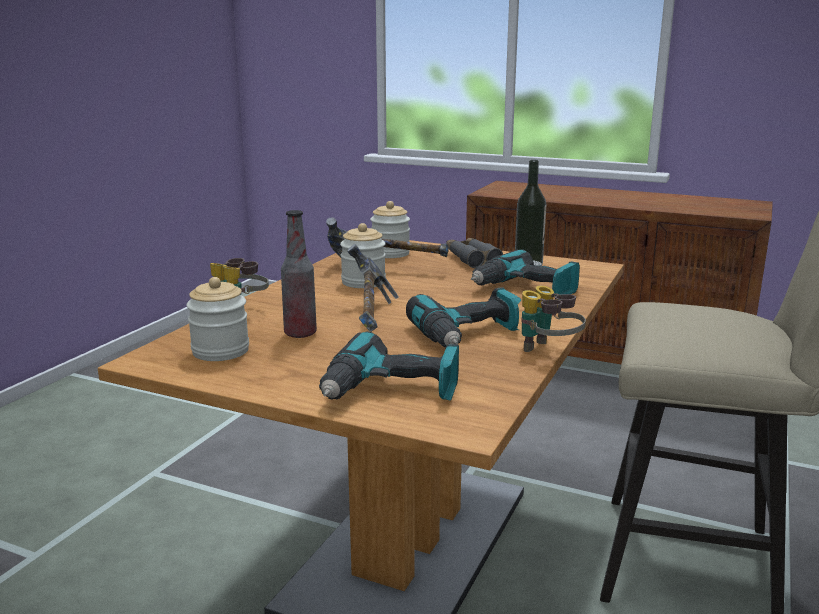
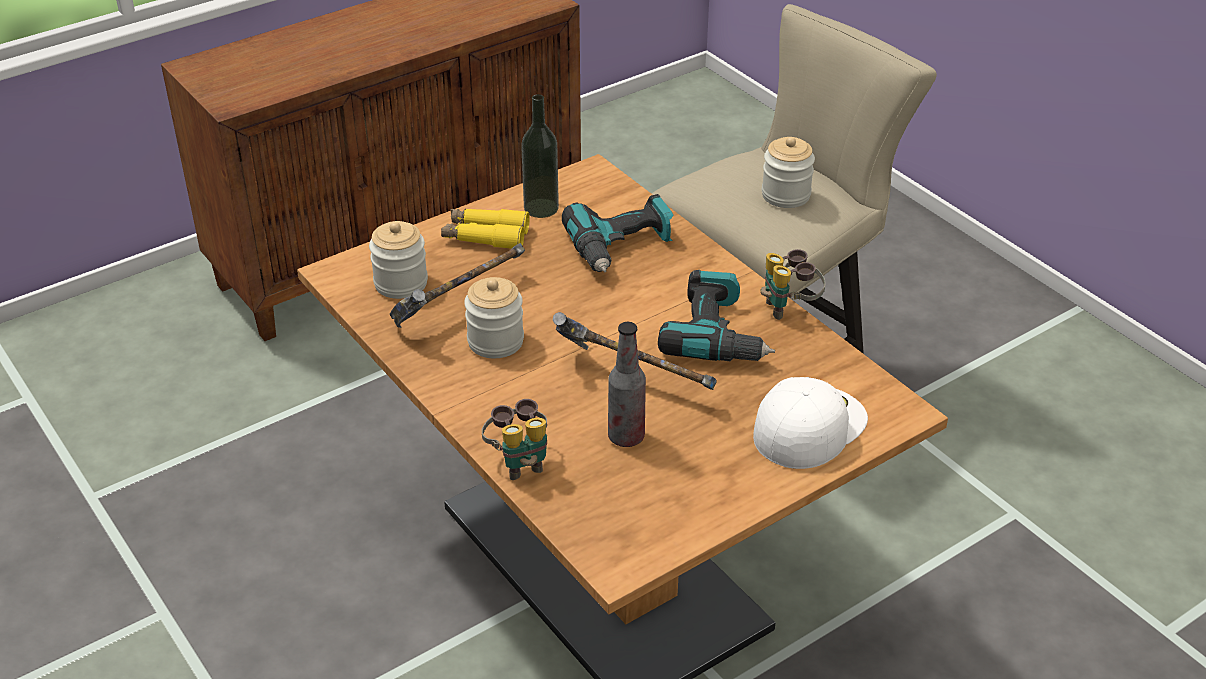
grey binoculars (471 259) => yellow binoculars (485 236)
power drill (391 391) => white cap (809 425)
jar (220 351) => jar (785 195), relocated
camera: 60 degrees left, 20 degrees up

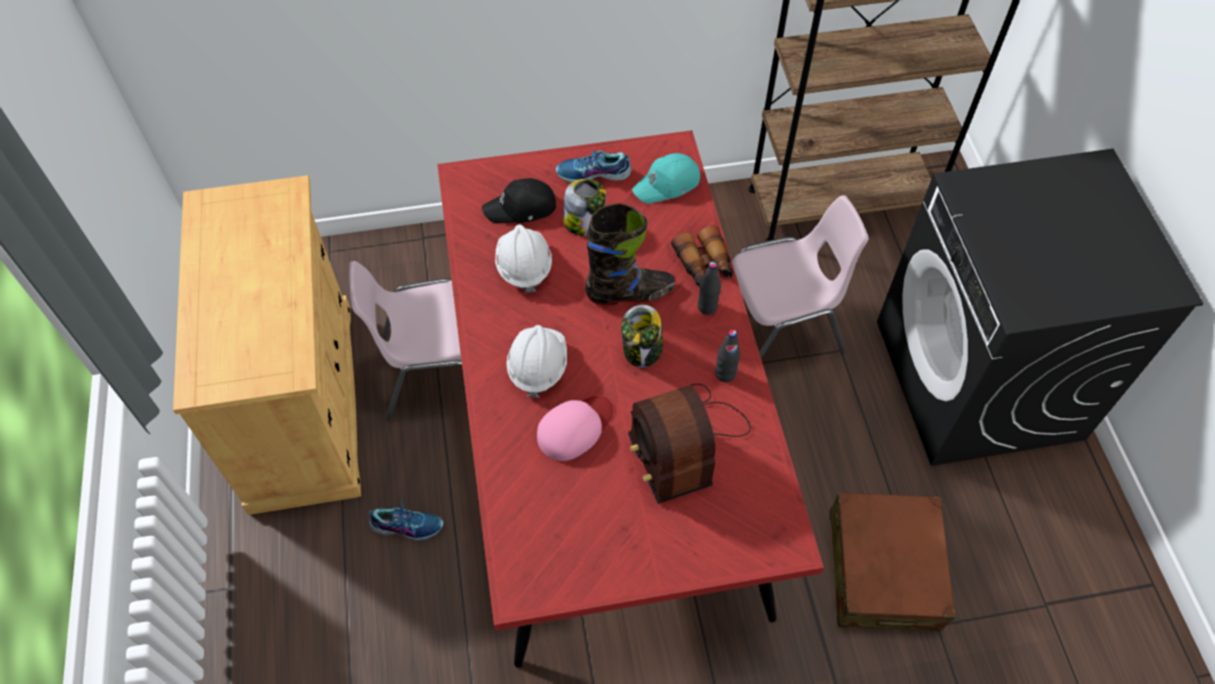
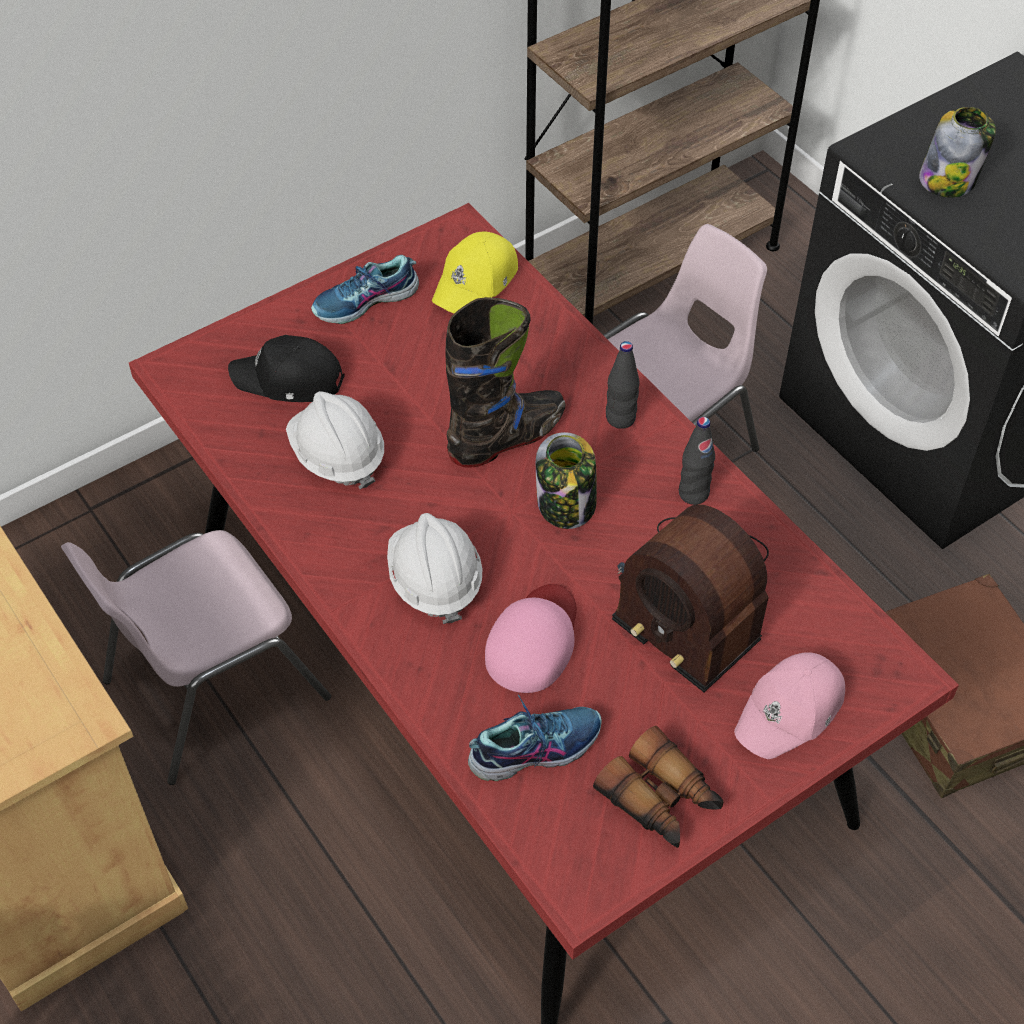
black cap (521 208) => black cap (289 380), 45 degrees clockwise
turquoise cap (667 184) => yellow cap (476 282)
shoe (407 525) => shoe (535 747), relocated
binoculars (704 265) => binoculars (661 800), relocated
nothing => pink cap (790 711)
jar (584 222) => jar (948 180), relocated
camera: 25 degrees left, 5 degrees down

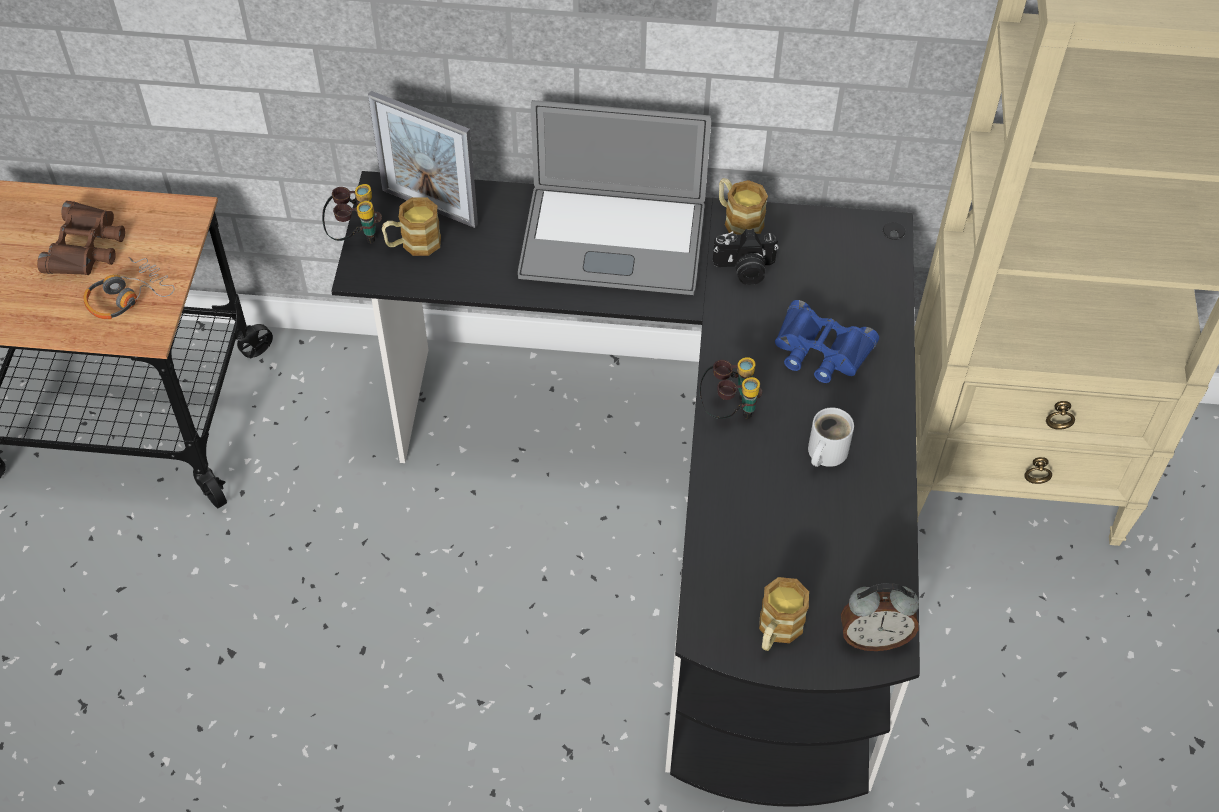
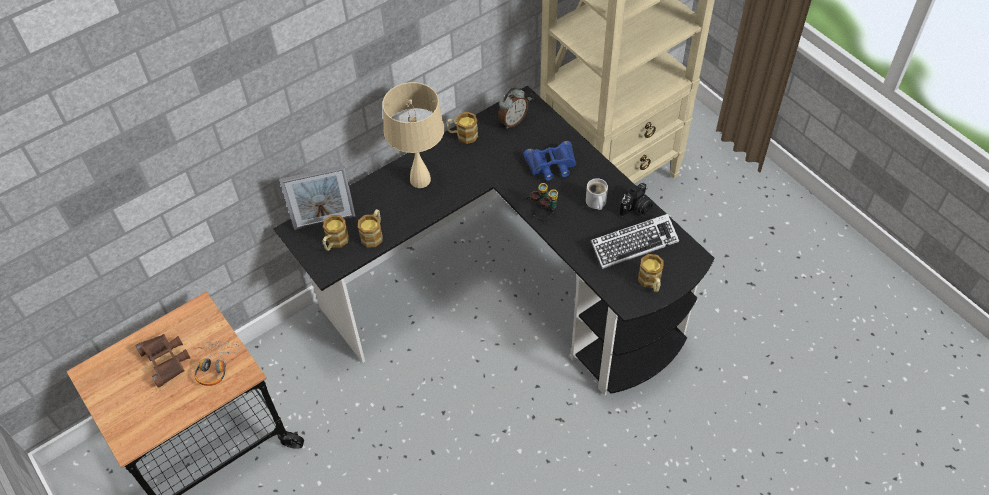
nothing => mug (373 234)
laptop (612 240) => beige table lamp (420 179)
alarm clock (873 637) => alarm clock (512 121), relocated
nothing => keyboard (634 244)
photo camera (744 269) => photo camera (636 208), relocated
binoculars (355 235) => nothing
camera: 40 degrees left, 0 degrees up

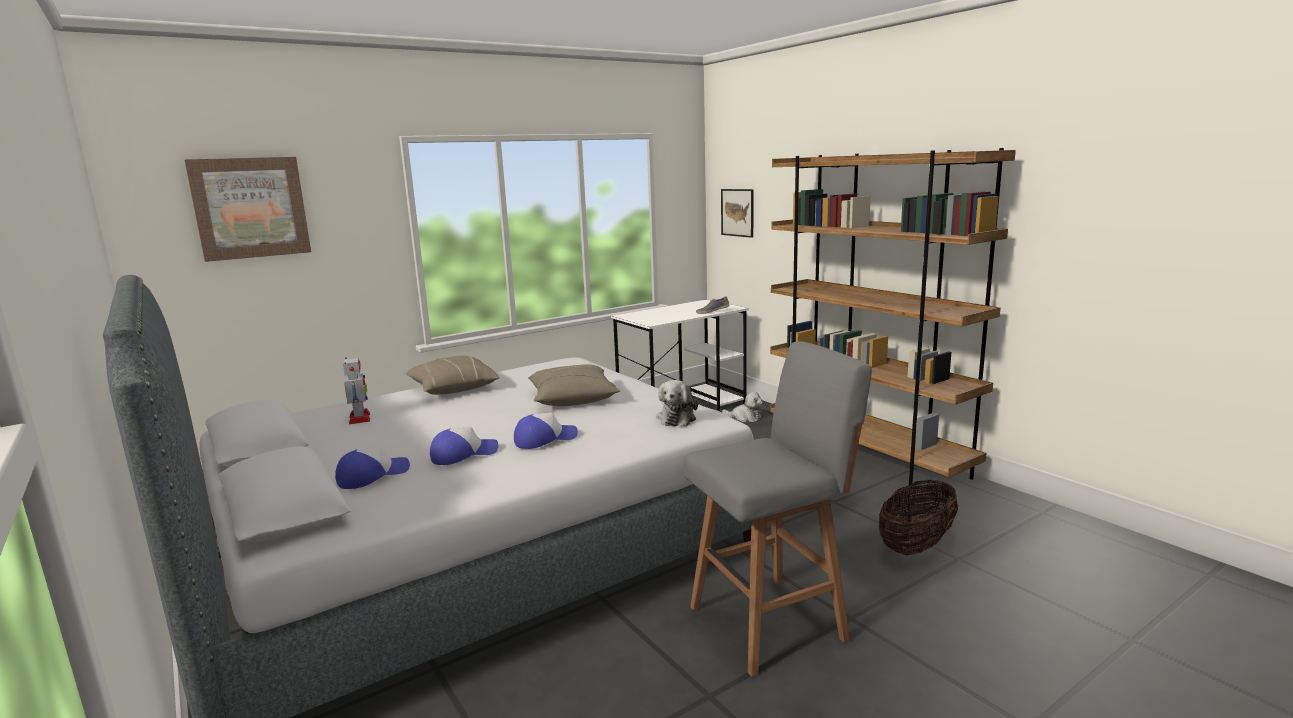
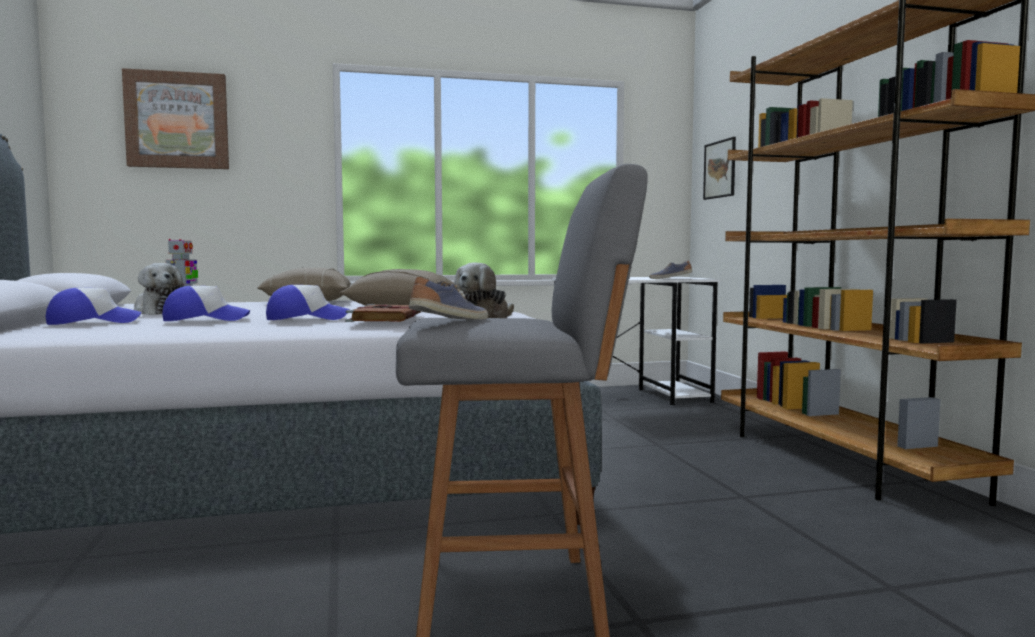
plush toy (745 418) => plush toy (157 312), relocated
nothing => brown book (386 317)
nothing => shoe (451 321)
basket (916 545) => nothing
camera: 20 degrees right, 10 degrees down

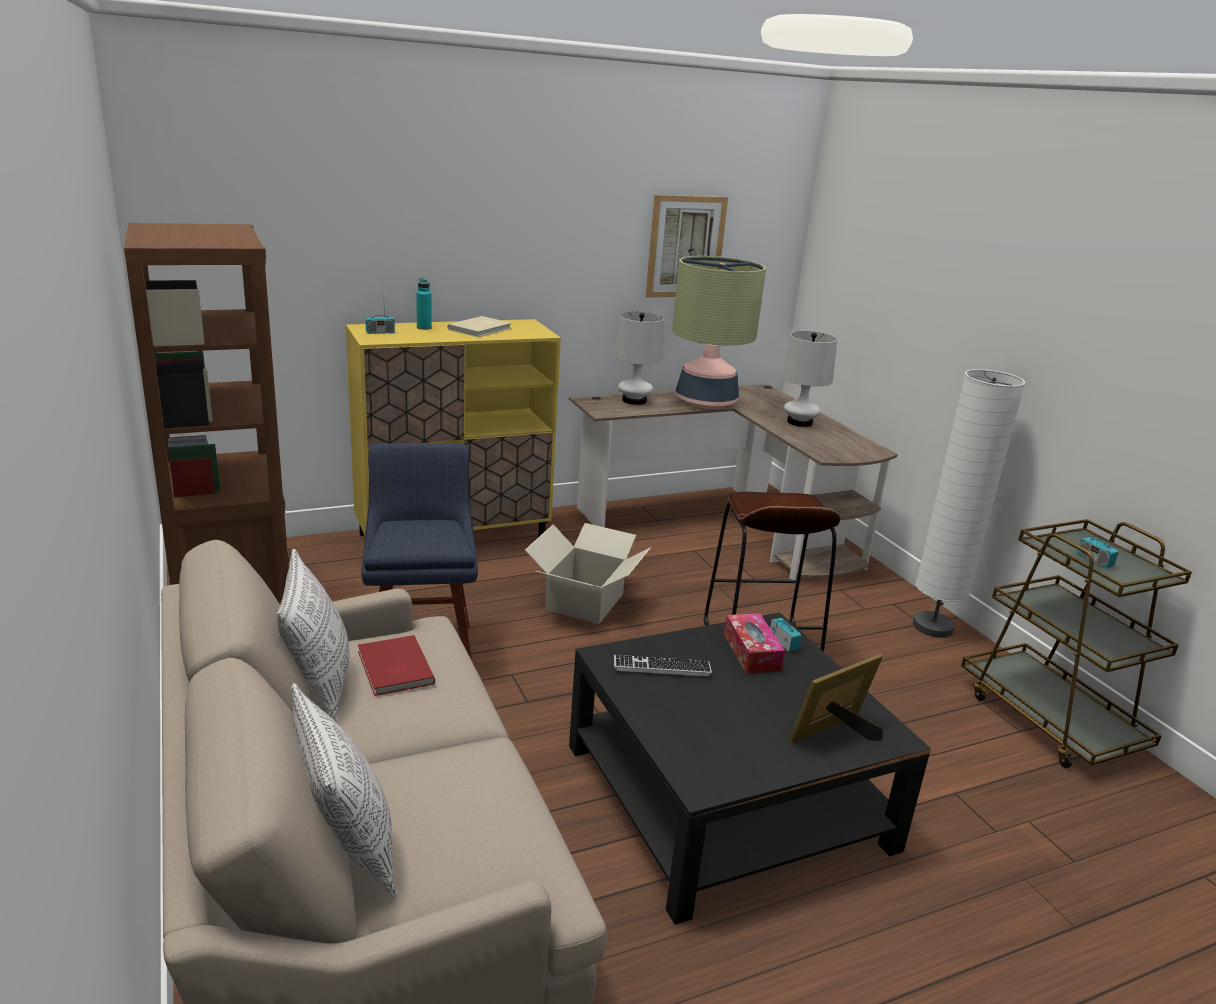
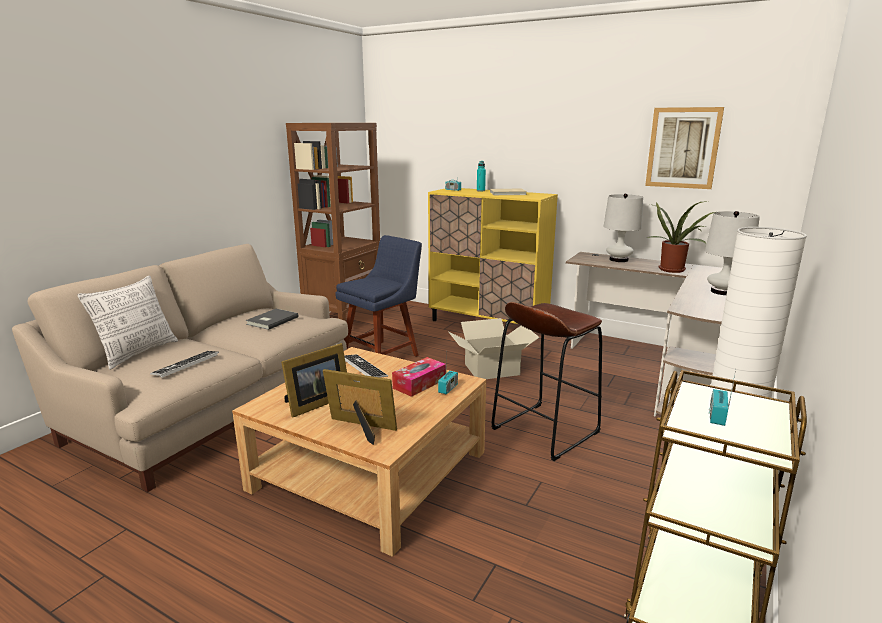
nothing => keyboard (186 364)
black coffee table (726 796) => beige coffee table (370 470)
red book (393 668) => grey book (271 320)
nothing => picture frame (315 403)
table lamp (706 402) => potted plant (673 269)
pillow (319 684) => nothing
camera: 55 degrees right, 5 degrees down

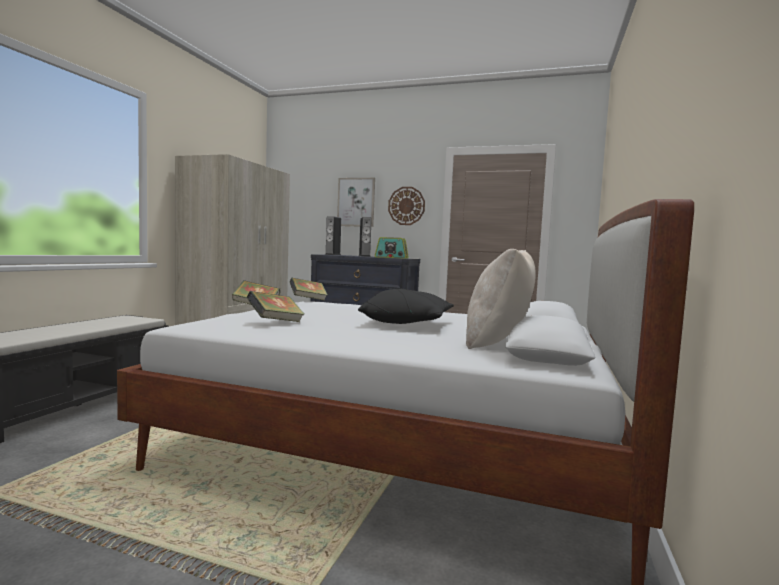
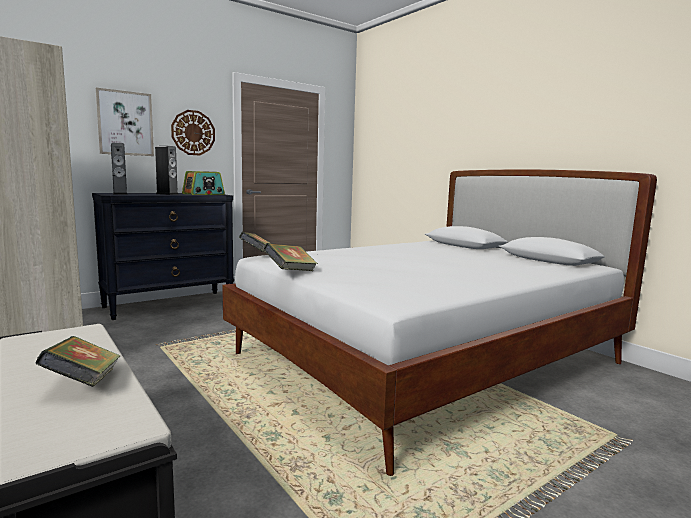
book (275 322) => book (84 384), relocated
black pillow (407 323) => nothing
beige pillow (498 343) => nothing
camera: 55 degrees left, 5 degrees up

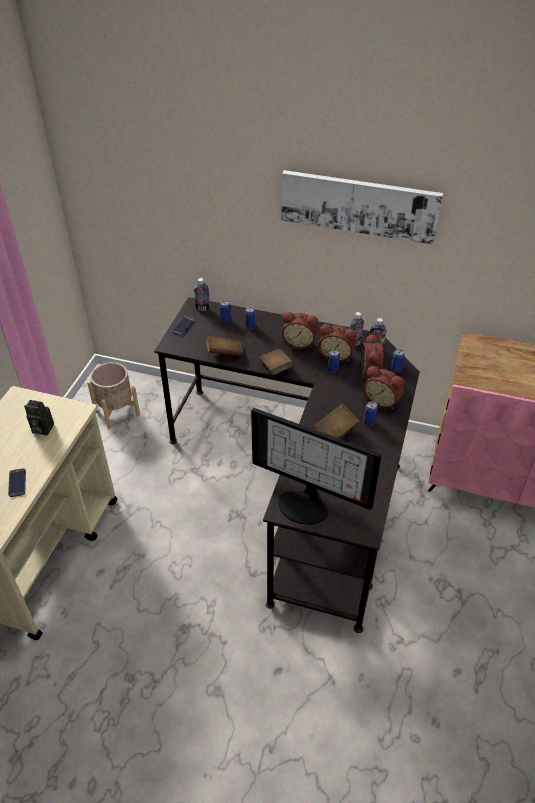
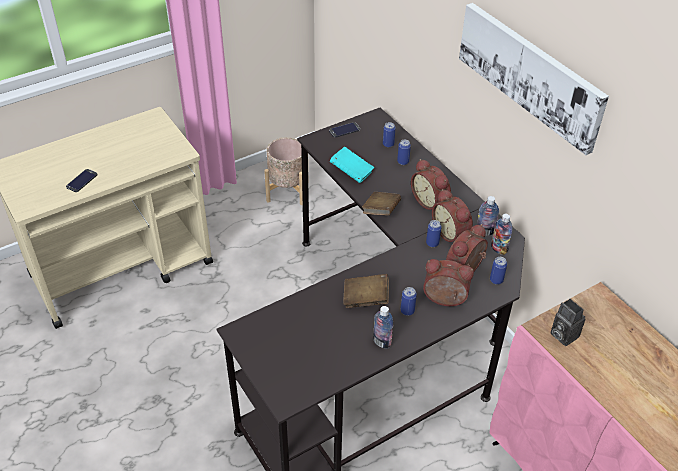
brown book (224 353) => turquoise book (351 173)
bottle (202 308) => bottle (382 342), relocated
alarm clock (382 401) => alarm clock (444 300), 120 degrees clockwise
photo camera (41 429) => photo camera (562 335), relocated
monitor (305 503) => nothing
camera: 40 degrees right, 0 degrees up

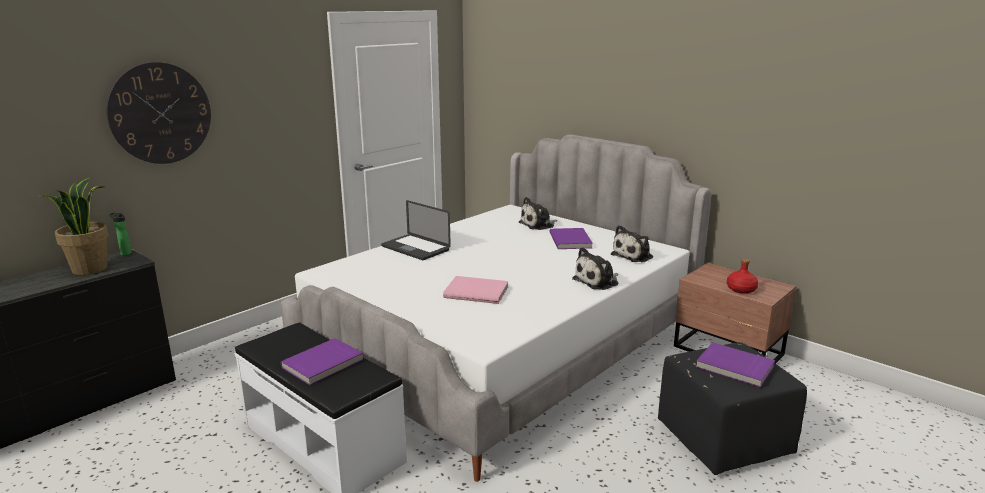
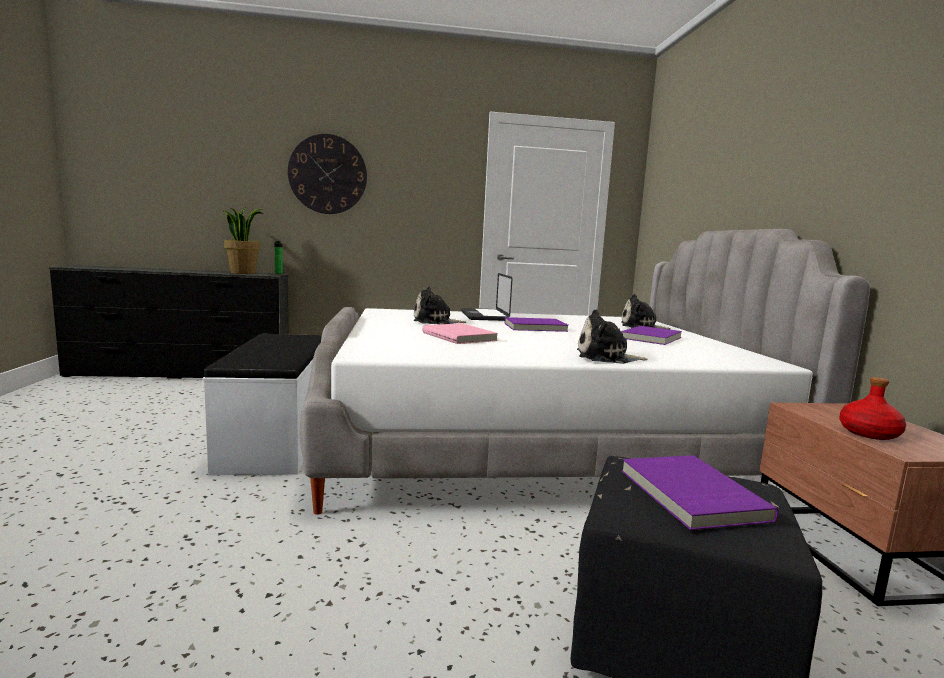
plush toy (634 256) => plush toy (435 322), relocated
purple book (323 364) => purple book (535 327), relocated
camera: 40 degrees right, 10 degrees down

